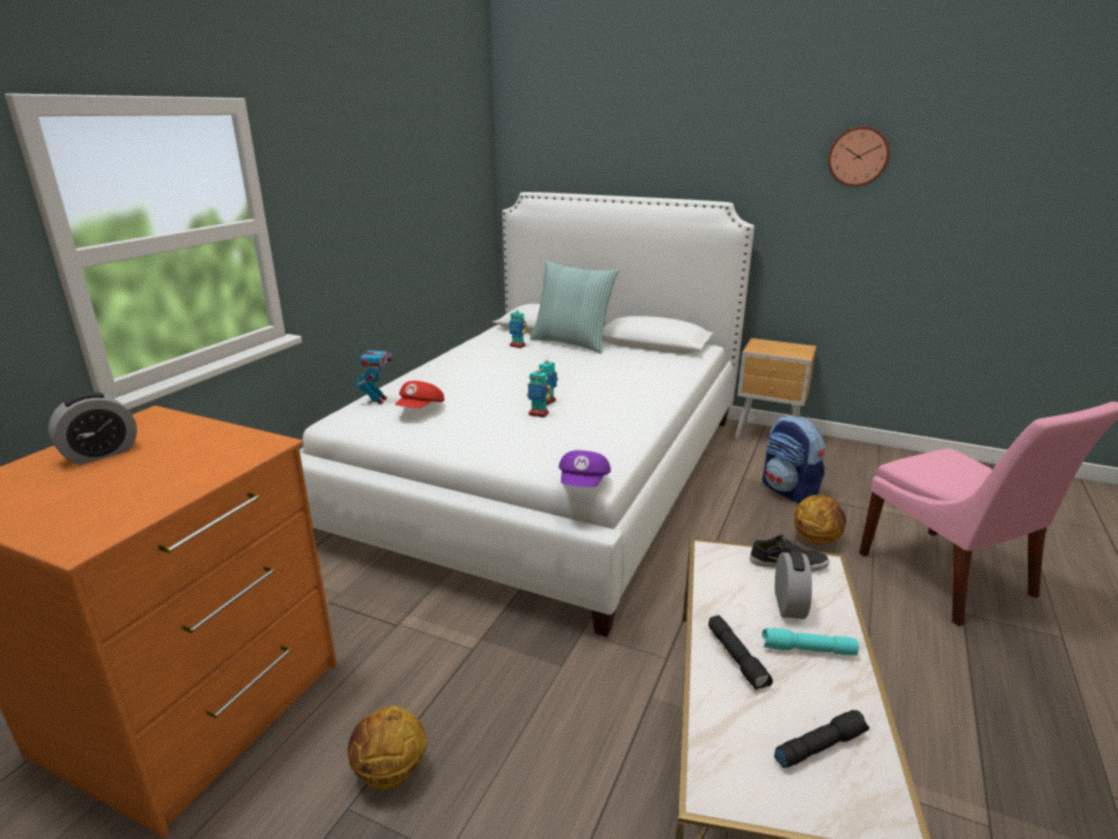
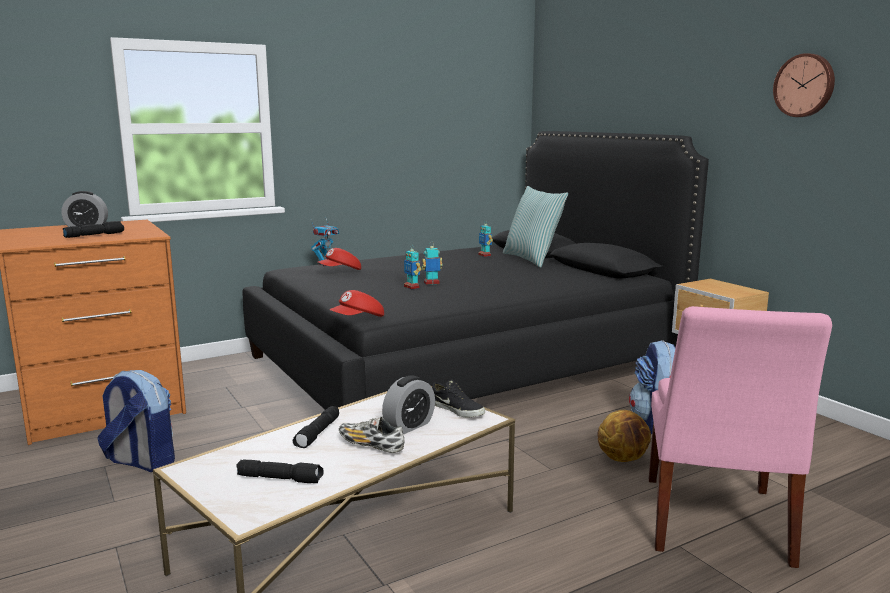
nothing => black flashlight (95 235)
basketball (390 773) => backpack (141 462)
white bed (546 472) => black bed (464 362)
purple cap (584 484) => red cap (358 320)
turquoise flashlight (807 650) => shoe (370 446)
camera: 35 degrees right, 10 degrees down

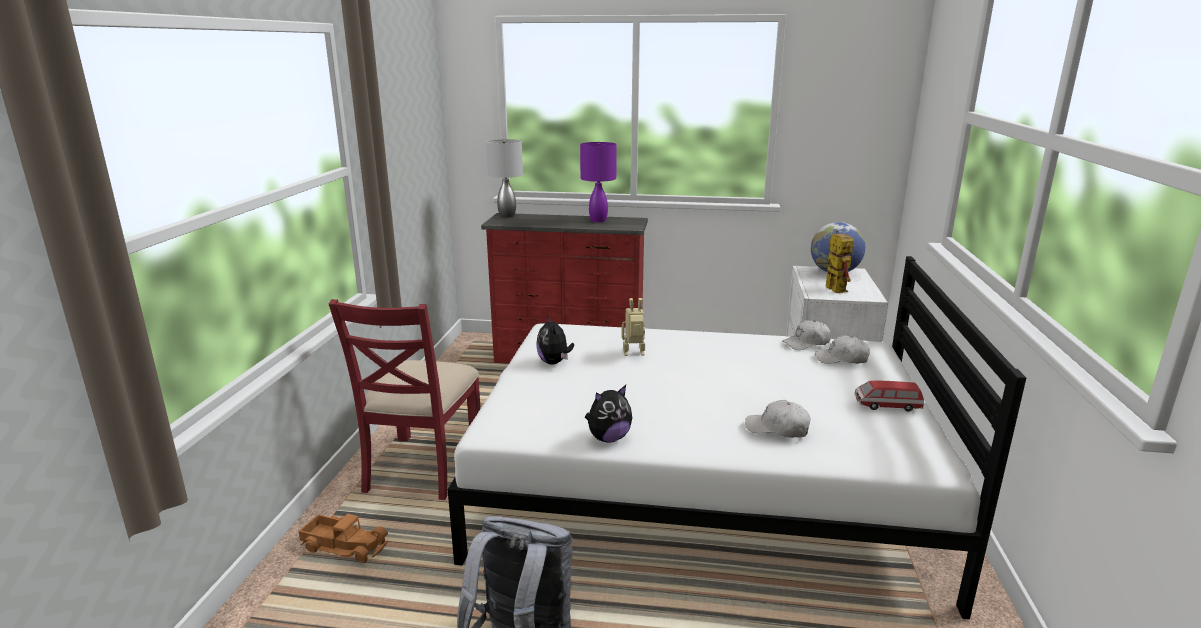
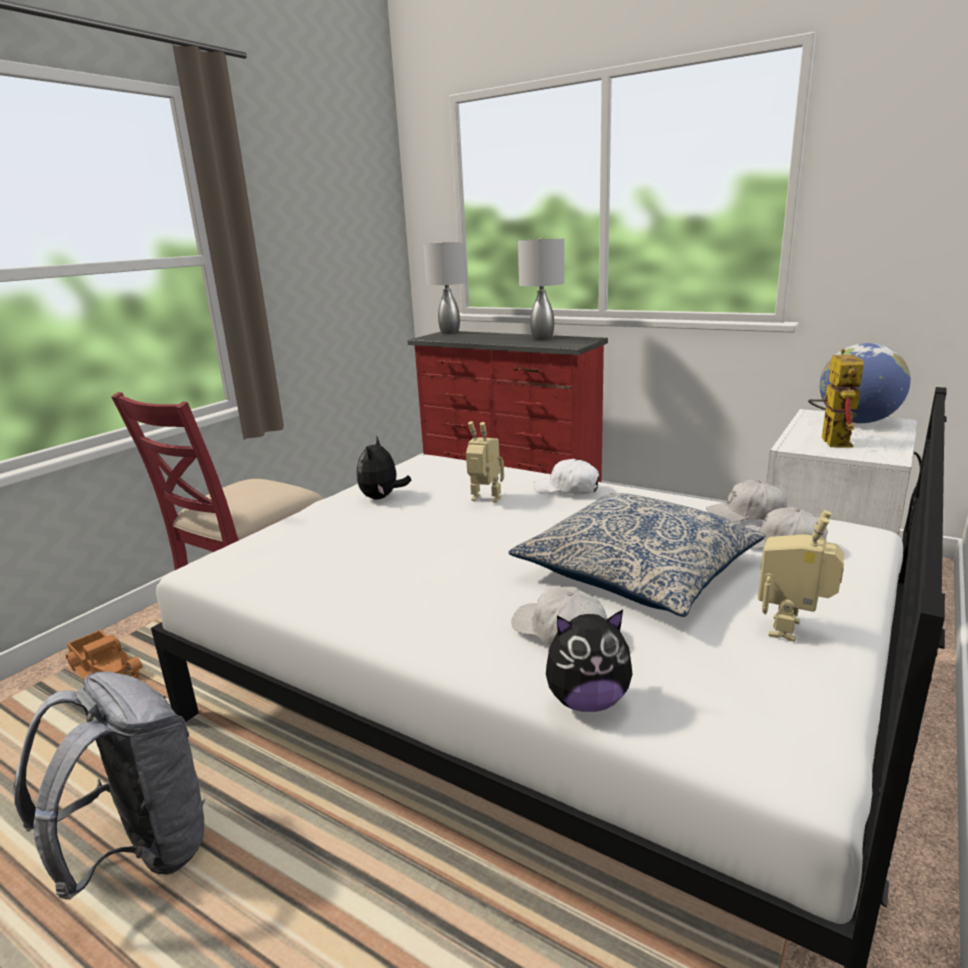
nothing => pillow (638 570)
purple table lamp (598 220) => grey table lamp (542 338)
nothing => white cap (567 489)
plush toy (608 438) => plush toy (587 701), relocated
toy car (887 405) => toy robot (793 630)
camera: 25 degrees right, 0 degrees up

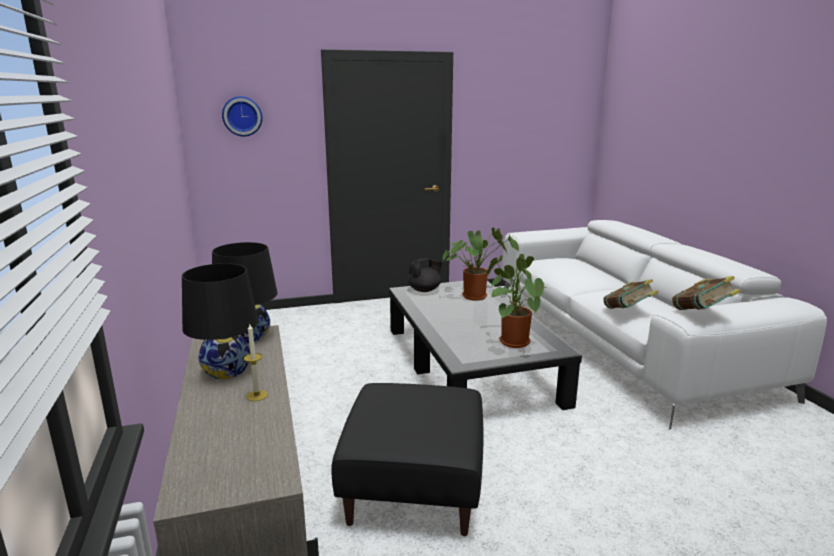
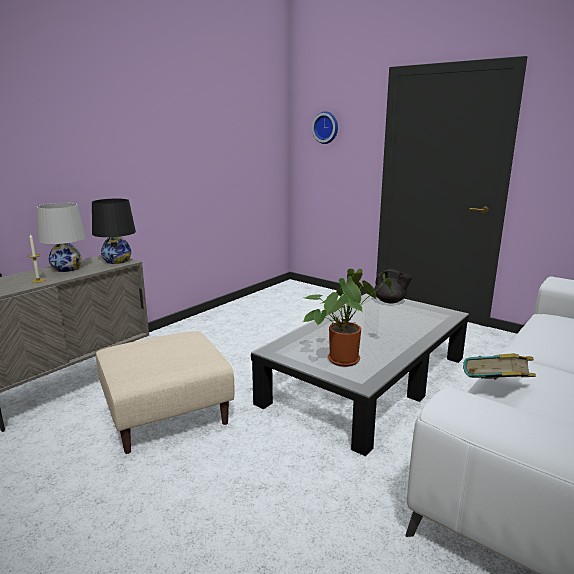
black table lamp (227 370) => white table lamp (67 268)
black ottoman (413 486) => beige ottoman (166 413)
potted plant (476 296) => nothing
book (701 314) => nothing
camera: 55 degrees right, 0 degrees up

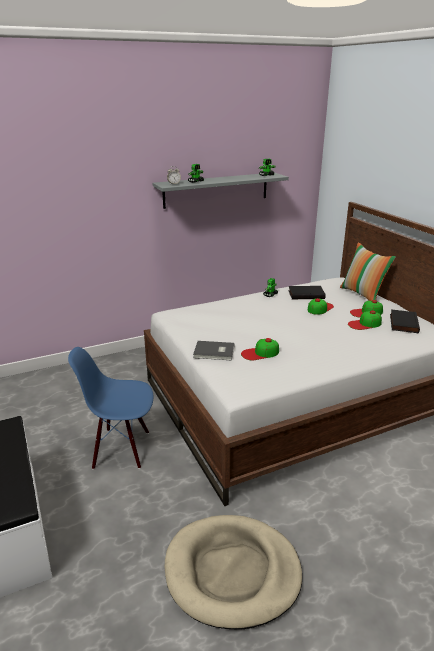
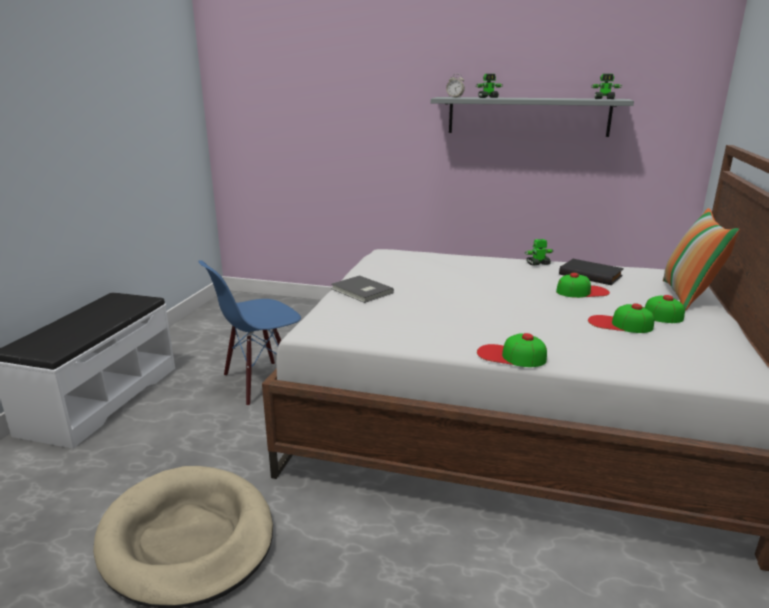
blue chair (121 449) => blue chair (260 383), 75 degrees counterclockwise
cap (260 353) => cap (511 356), relocated
black book (402 323) => nothing
camera: 40 degrees right, 5 degrees down

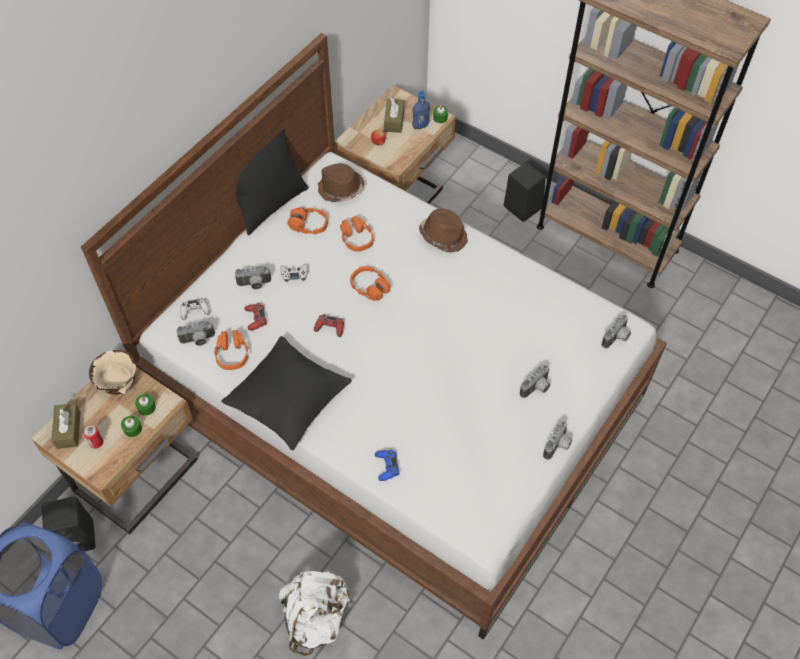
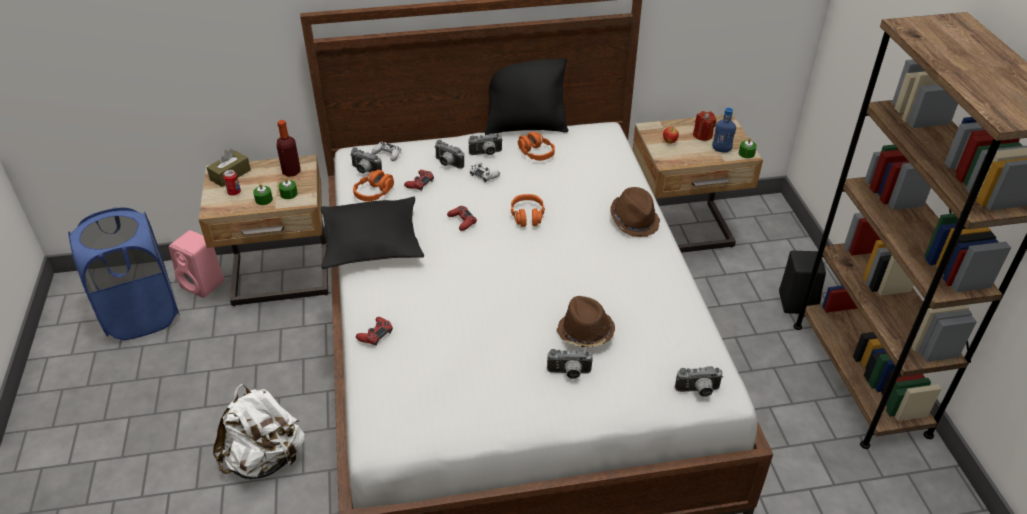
black speaker (78 537) => pink speaker (204 284)
beige bowl (119 386) => bottle (291 172)
blue game controller (387 466) => red game controller (375 334)
photo camera (558 446) => photo camera (486 154), relocated
brown hat (340 189) => brown hat (585 332), relocated
brown tissue box (394 120) => red candle (702 135)
orange headphones (356 239) => nothing
camera: 45 degrees right, 15 degrees down

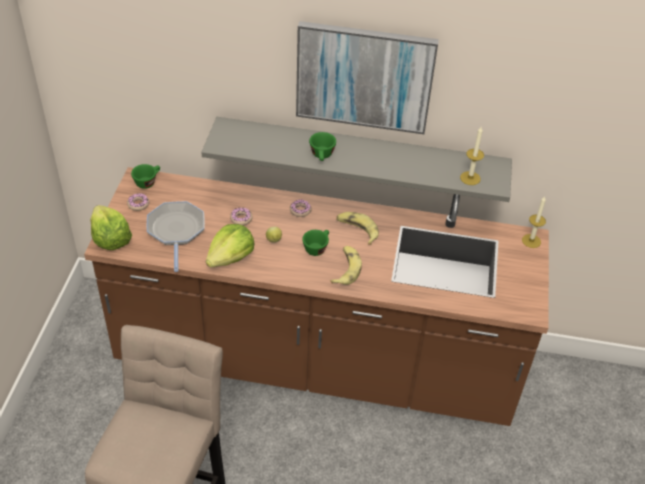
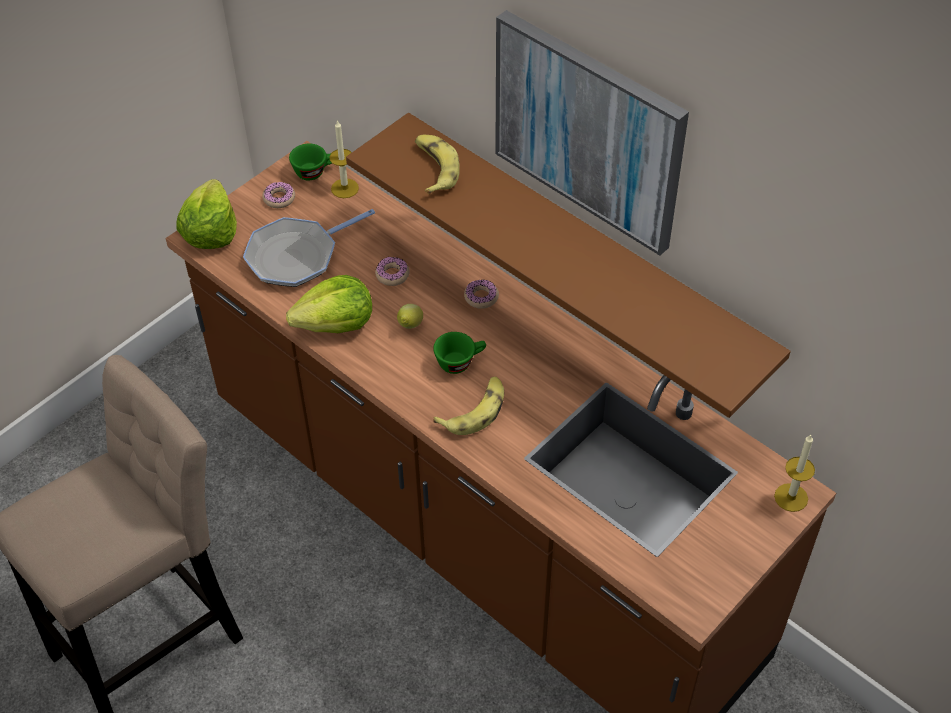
frying pan (176 231) => frying pan (297 256), 150 degrees counterclockwise
candle (470 178) => candle (344 188), relocated
grey shelf (360 157) => brown shelf (582 253)
banana (357 230) => banana (434 168), relocated
green cup (322 156) => nothing
camera: 35 degrees right, 5 degrees up

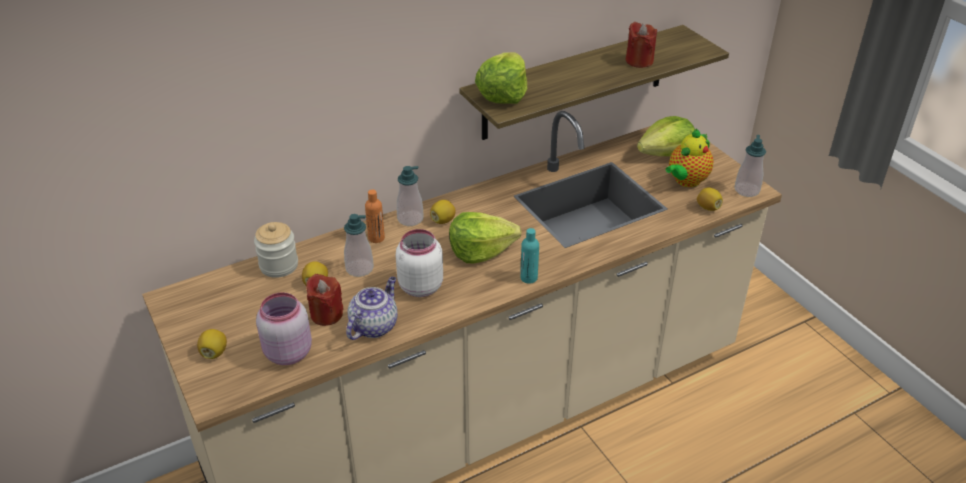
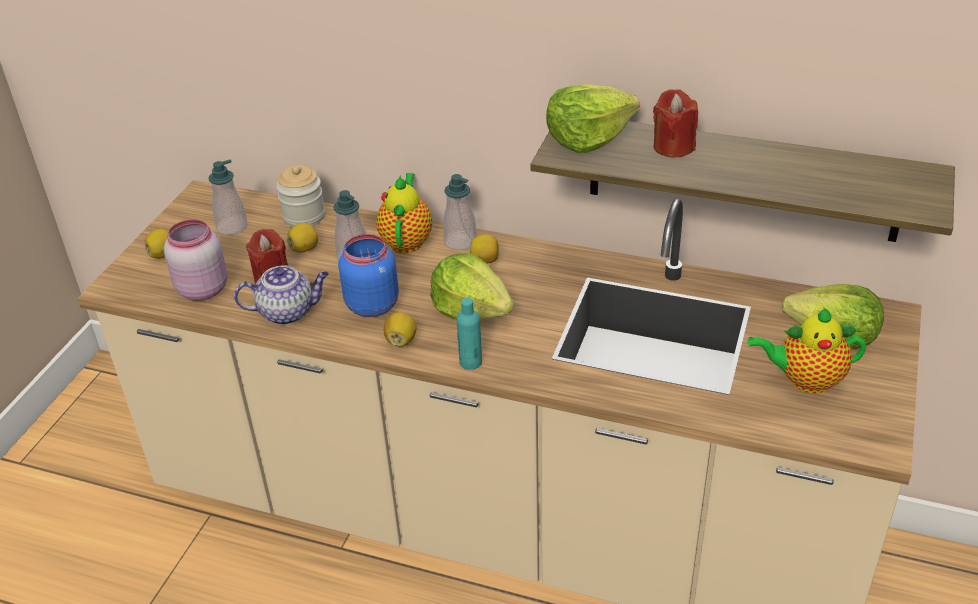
soap dispenser (746 190) => soap dispenser (232 227), relocated
white jar (419 286) => blue jar (372 304)
orange bottle (376 238) => teapot (407 240)
lemon (708 207) => lemon (401 340), relocated
red candle (639 61) => red candle (673 147), relocated
camera: 50 degrees right, 0 degrees up

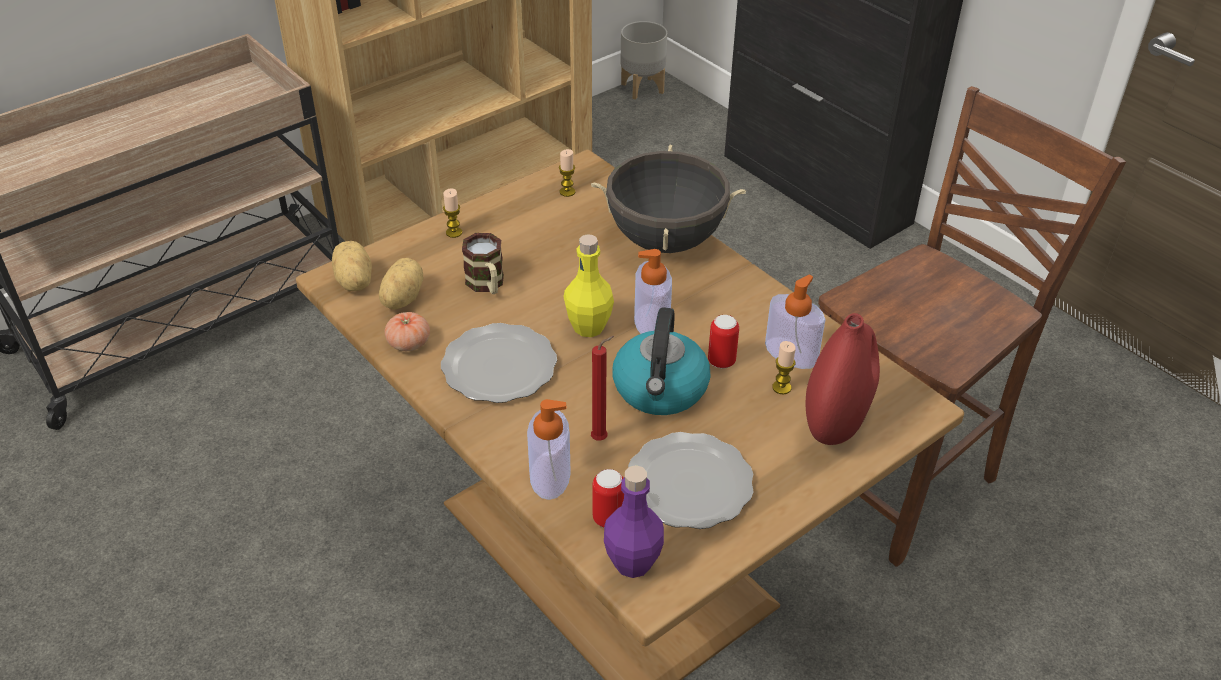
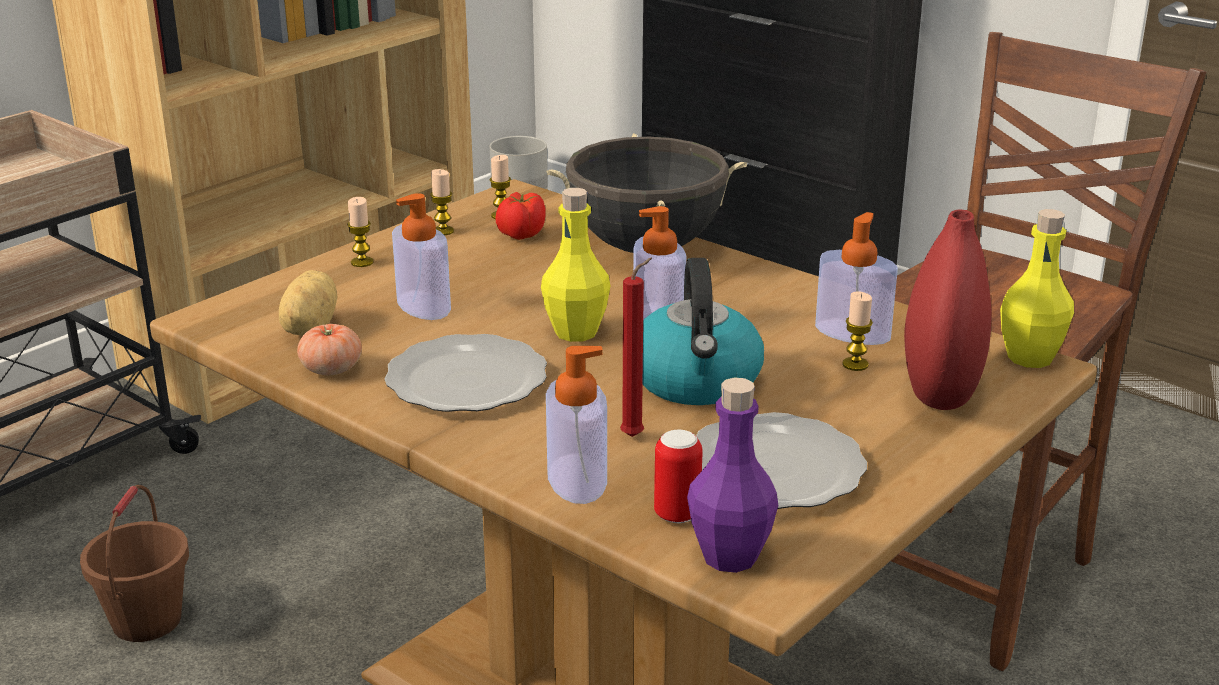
nothing => brown bucket (146 620)
mug (487 285) => soap dispenser (423 306)
nothing => candle (443 231)
nothing => tomato (521 235)
nothing => yellow bottle (1030 358)
potato (353 282) => nothing
can (721 361) => nothing
camera: 10 degrees left, 15 degrees down

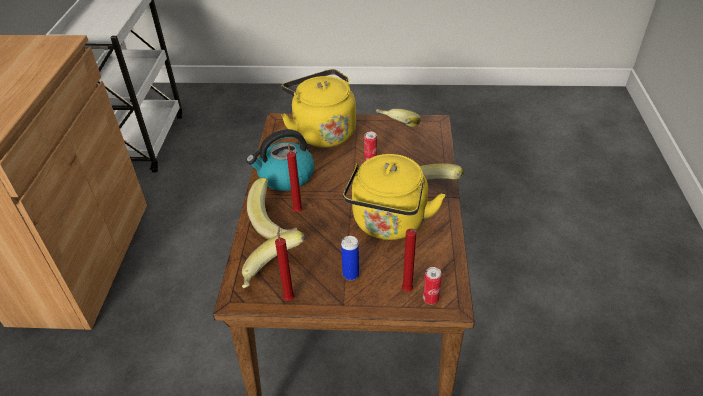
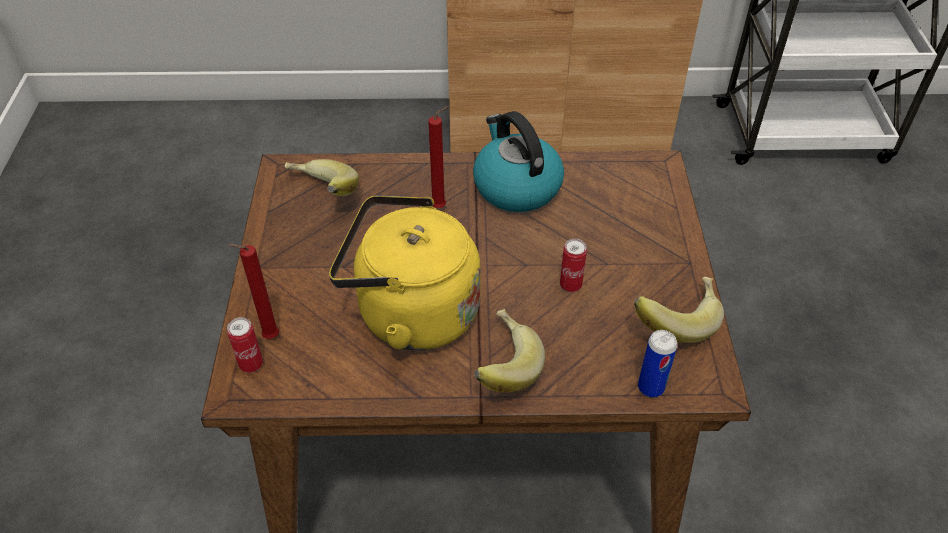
can (351 274) => can (651 387), relocated
banana (276 222) => nothing
red candle (289 297) => nothing
yellow kettle (322 132) => nothing
camera: 85 degrees right, 5 degrees up

